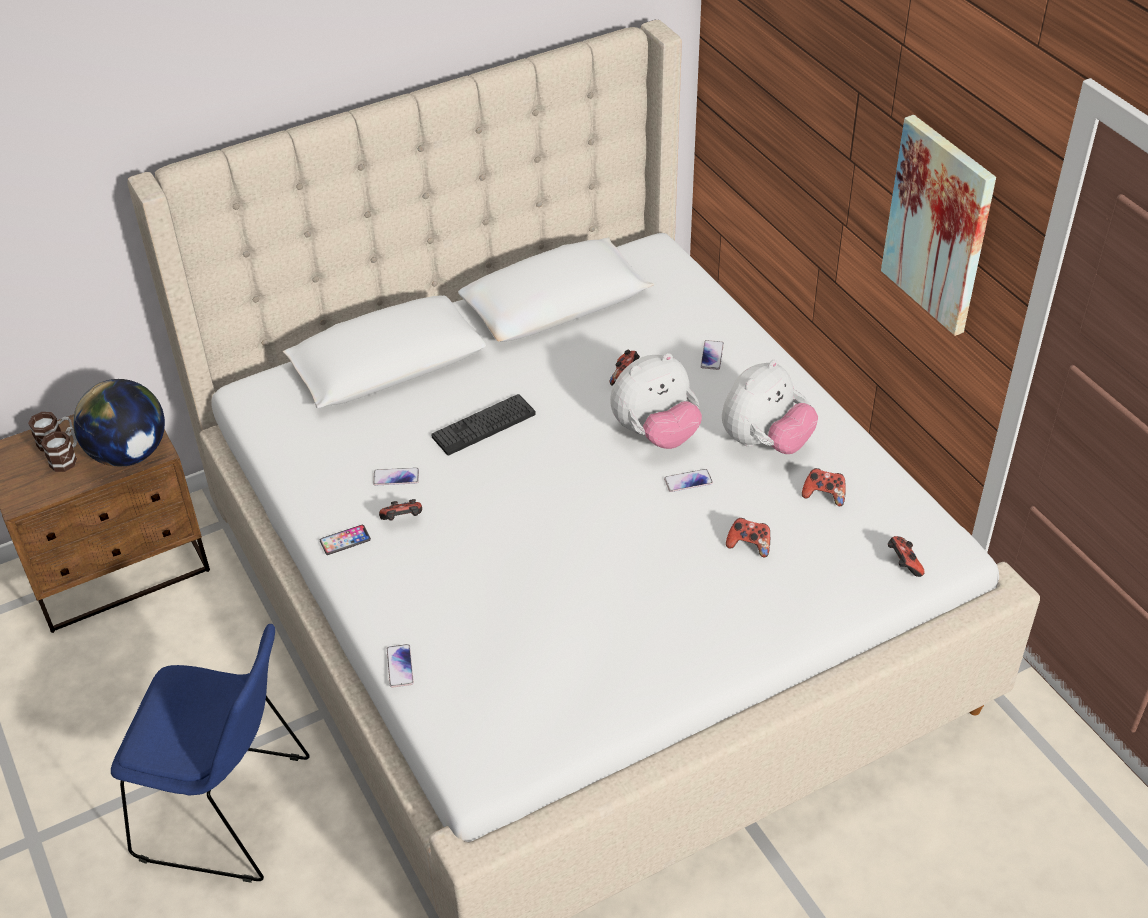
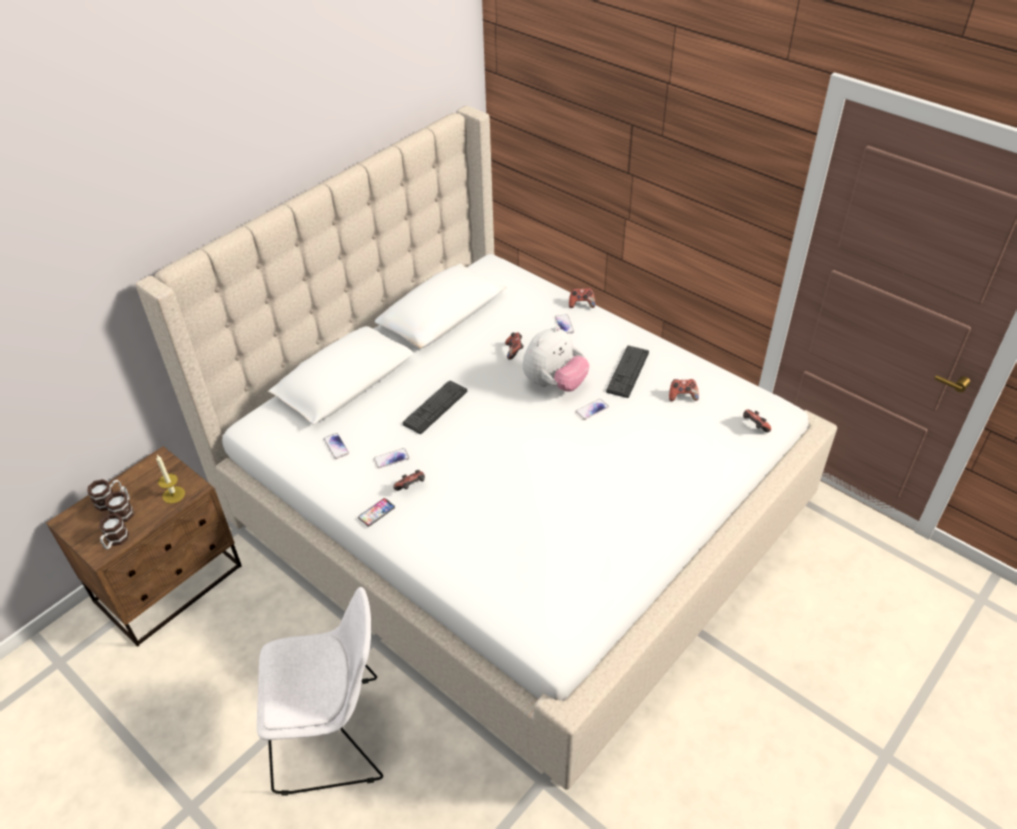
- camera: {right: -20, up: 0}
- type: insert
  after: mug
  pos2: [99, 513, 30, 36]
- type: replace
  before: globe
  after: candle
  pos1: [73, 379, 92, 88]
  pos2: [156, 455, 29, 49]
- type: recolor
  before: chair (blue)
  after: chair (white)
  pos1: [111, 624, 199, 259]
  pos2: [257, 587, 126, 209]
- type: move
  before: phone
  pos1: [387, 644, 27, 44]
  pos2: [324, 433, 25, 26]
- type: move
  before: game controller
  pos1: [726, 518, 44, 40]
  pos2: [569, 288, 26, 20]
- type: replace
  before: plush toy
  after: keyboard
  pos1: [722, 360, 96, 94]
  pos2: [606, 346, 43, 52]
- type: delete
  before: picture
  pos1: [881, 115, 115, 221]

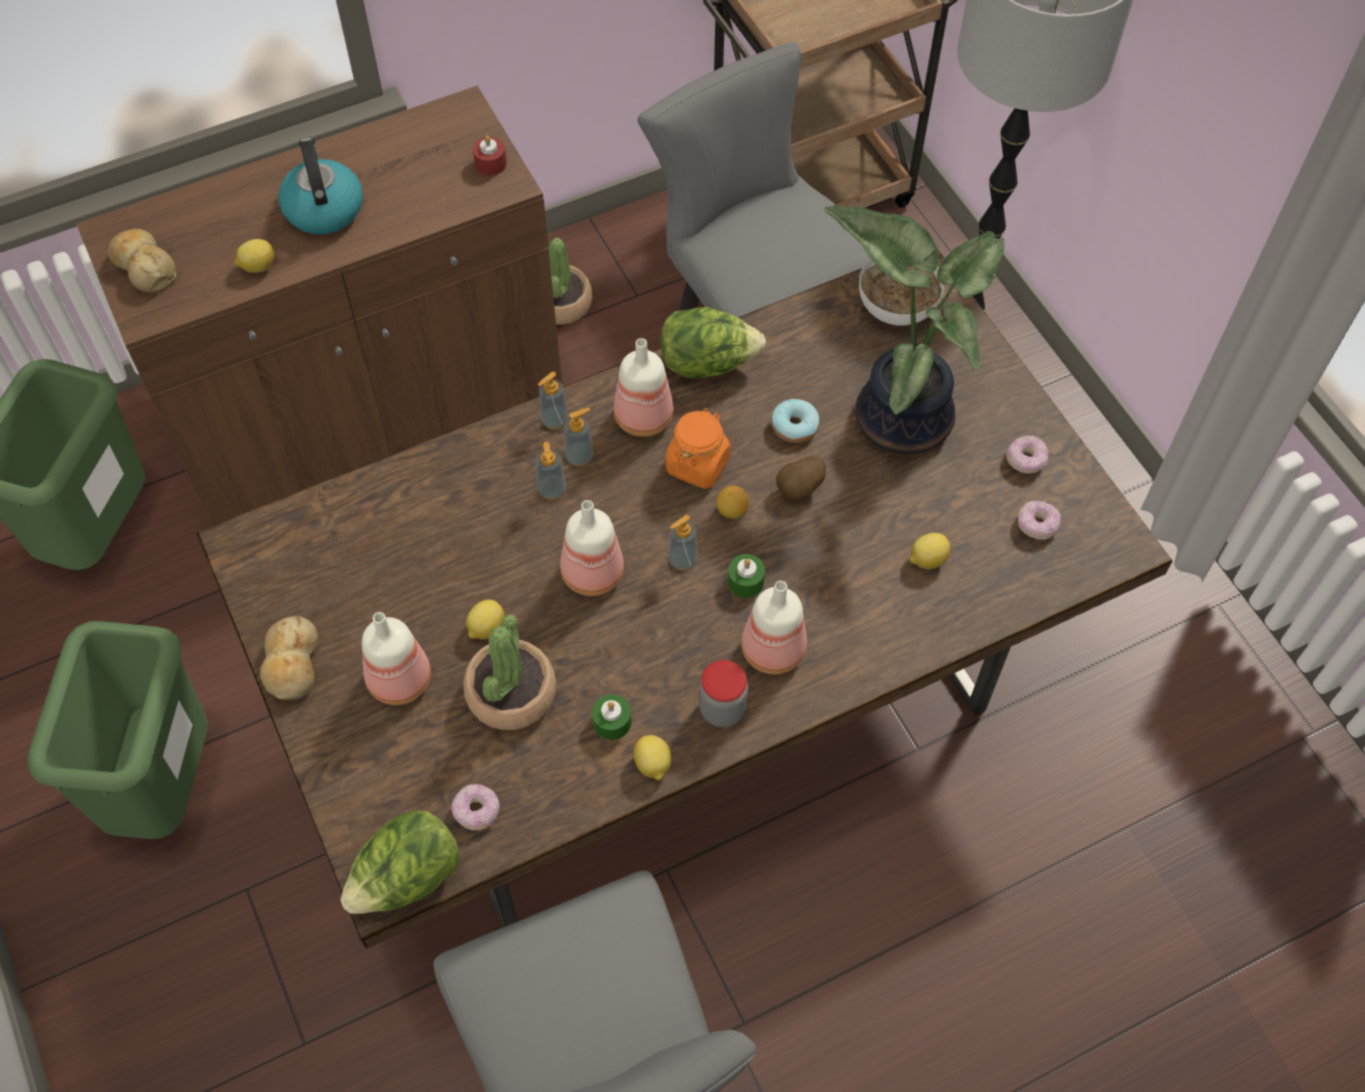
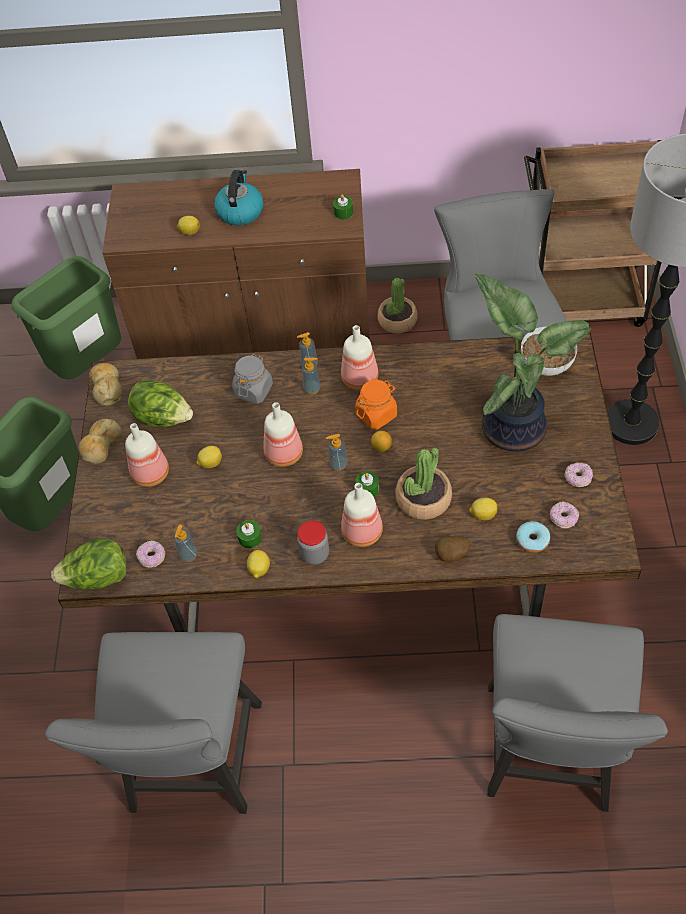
- camera: {right: 30, up: -5}
- type: move
  before: bread
  pos1: [108, 229, 68, 64]
  pos2: [89, 363, 34, 43]
- type: move
  before: lettuce
  pos1: [660, 307, 106, 71]
  pos2: [128, 379, 65, 48]
- type: move
  before: soap dispenser
  pos1: [536, 442, 30, 58]
  pos2: [174, 525, 24, 37]
- type: insert
  after: jar (grey)
  pos2: [232, 354, 41, 50]
- type: recolor
  before: candle (red)
  after: candle (green)
  pos1: [473, 135, 34, 41]
  pos2: [333, 194, 20, 26]
- type: move
  before: potted plant
  pos1: [463, 614, 93, 116]
  pos2: [395, 447, 57, 73]
- type: move
  before: potato
  pos1: [776, 456, 50, 44]
  pos2: [435, 536, 35, 27]
- type: insert
  after: chair (grey)
  pos2: [487, 614, 181, 198]
- type: move
  before: donut
  pos1: [771, 399, 49, 44]
  pos2: [516, 521, 34, 32]

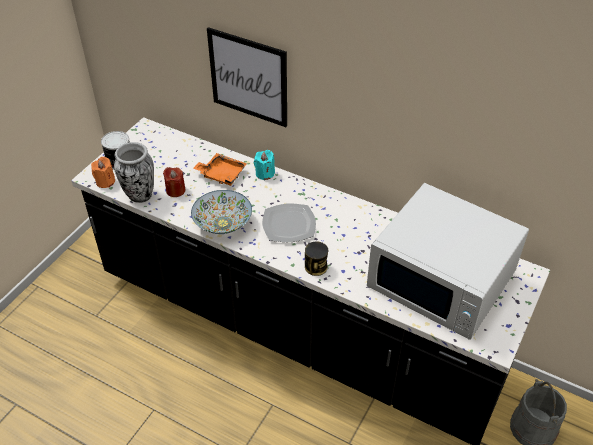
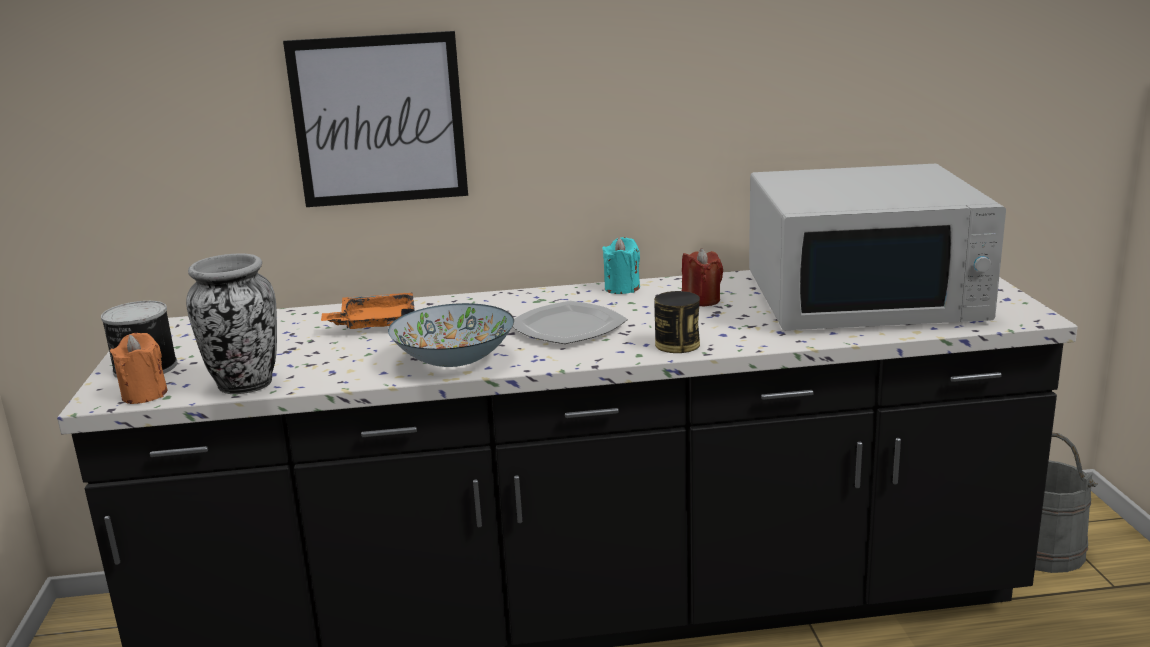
- camera: {right: -35, up: -25}
- type: move
  before: candle (turquoise)
  pos1: [254, 150, 21, 30]
  pos2: [602, 237, 38, 57]
- type: move
  before: candle (red)
  pos1: [163, 167, 22, 30]
  pos2: [682, 248, 41, 58]

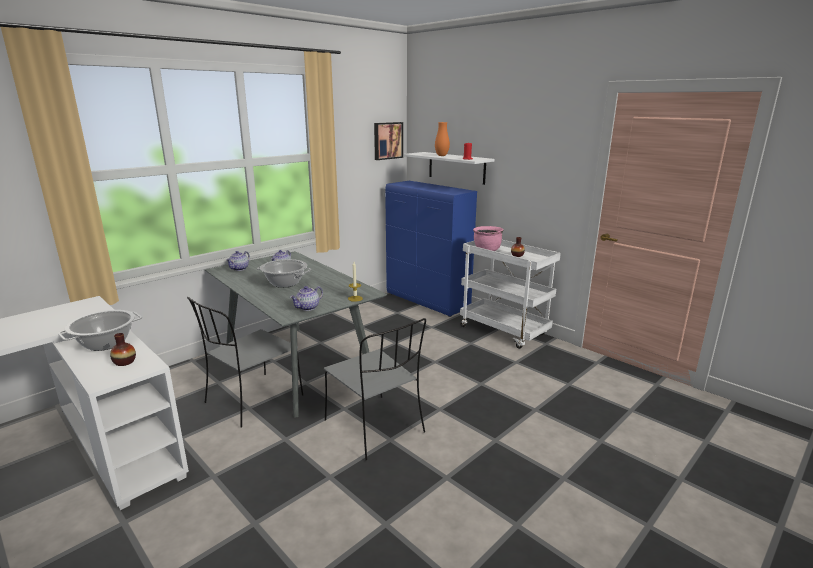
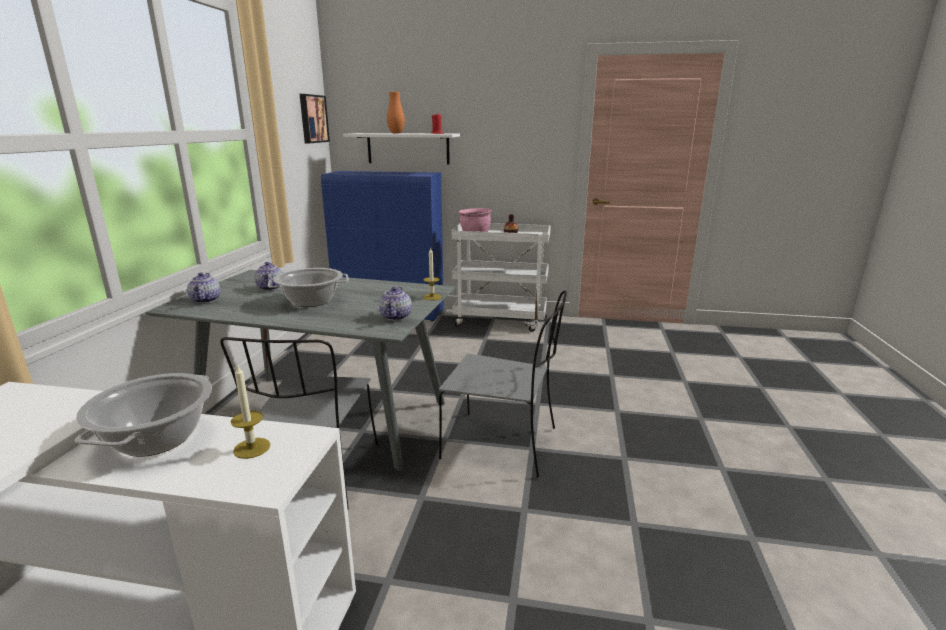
- camera: {right: -35, up: 0}
- type: replace
  before: vase
  after: candle
  pos1: [110, 333, 26, 33]
  pos2: [231, 364, 39, 95]

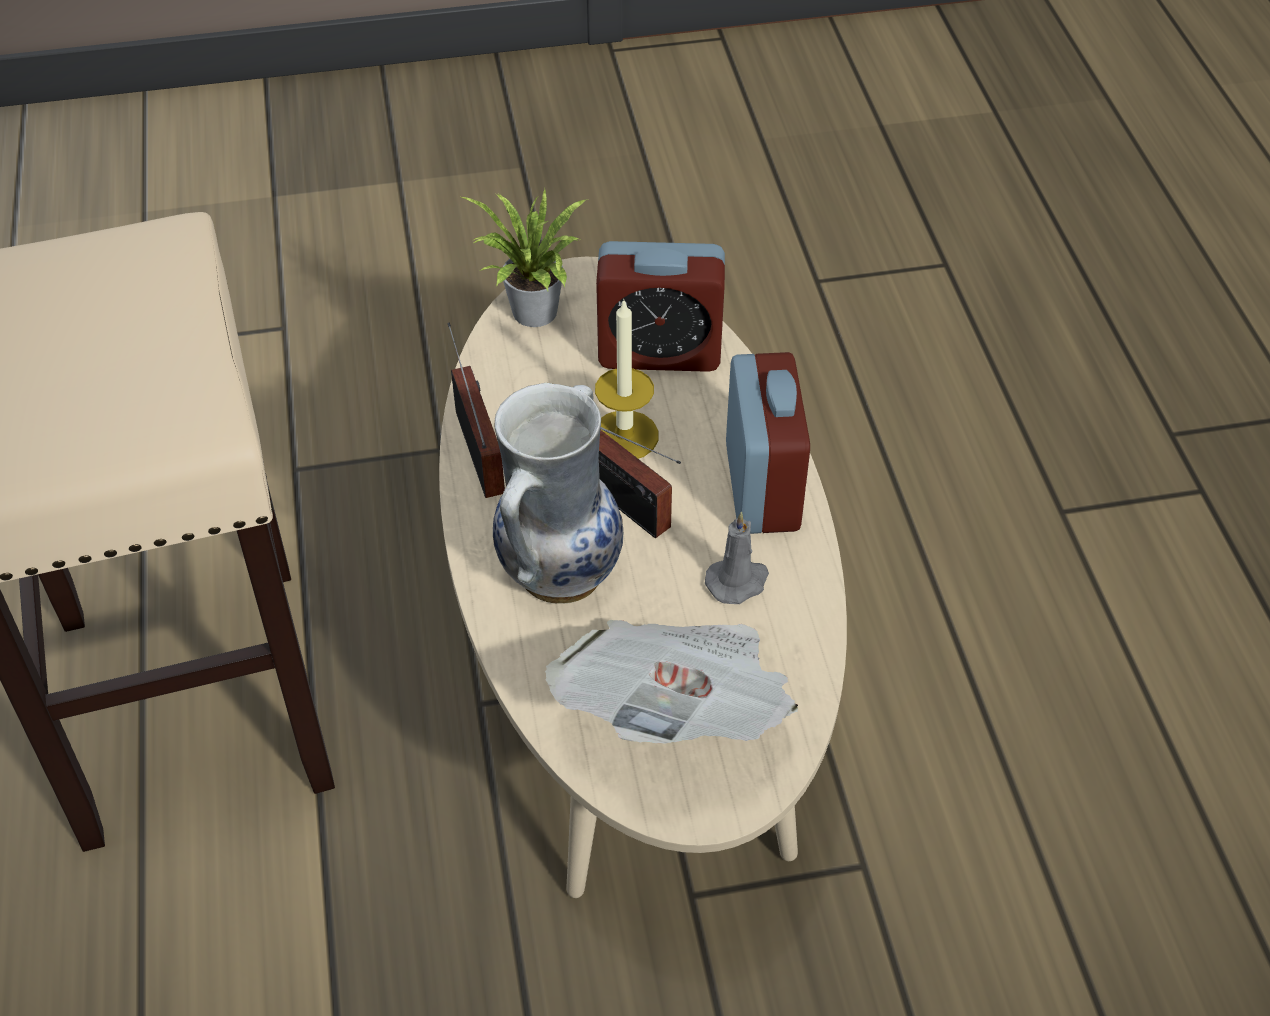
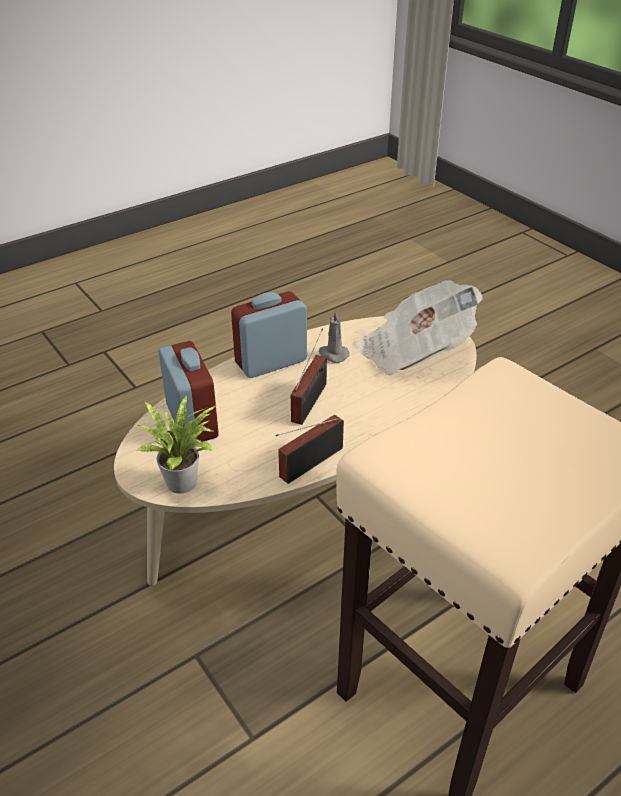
- camera: {right: -115, up: -10}
- type: delete
  before: vase
  pos1: [493, 383, 130, 221]
- type: delete
  before: candle
  pos1: [595, 299, 63, 160]

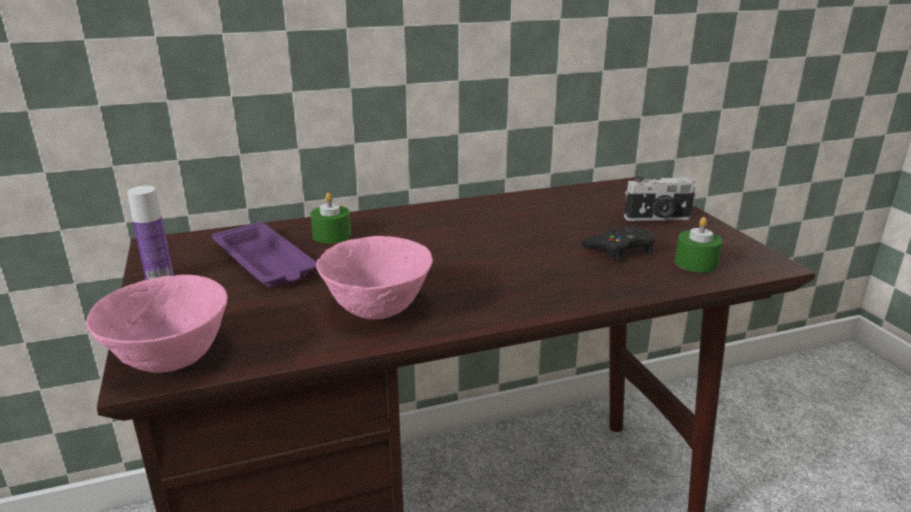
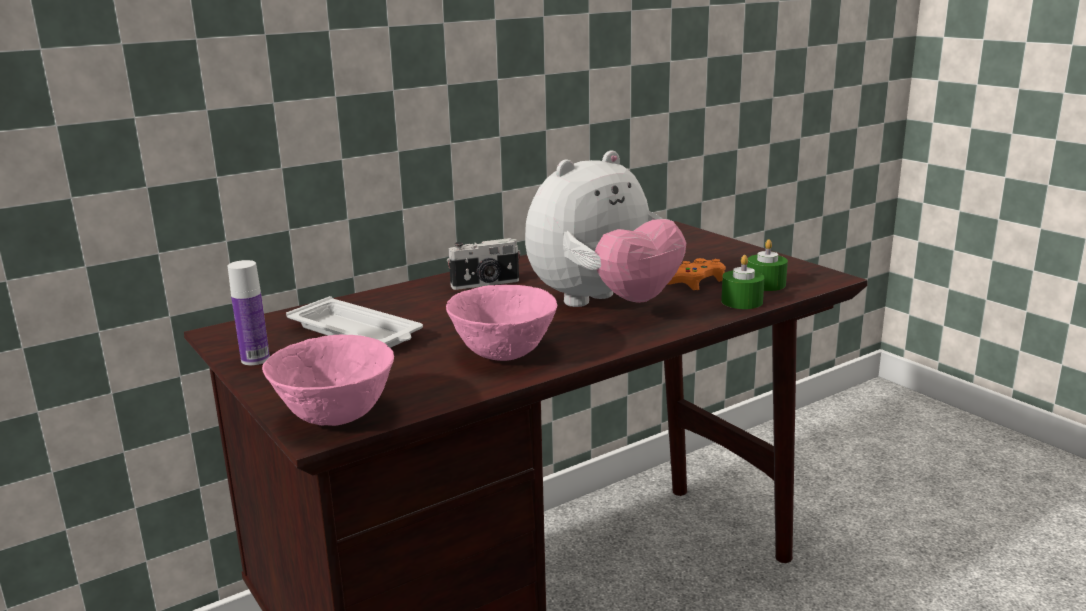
- camera: {right: -15, up: -5}
- type: recolor
  before: tray (purple)
  after: tray (white)
  pos1: [212, 221, 105, 66]
  pos2: [286, 296, 137, 52]
- type: move
  before: photo camera
  pos1: [624, 177, 72, 44]
  pos2: [447, 238, 74, 52]
- type: insert
  after: plush toy
  pos2: [525, 150, 161, 157]
- type: recolor
  before: game controller (black)
  after: game controller (orange)
  pos1: [581, 226, 74, 35]
  pos2: [668, 258, 58, 32]
- type: move
  before: candle (green)
  pos1: [311, 193, 40, 51]
  pos2: [721, 255, 44, 54]

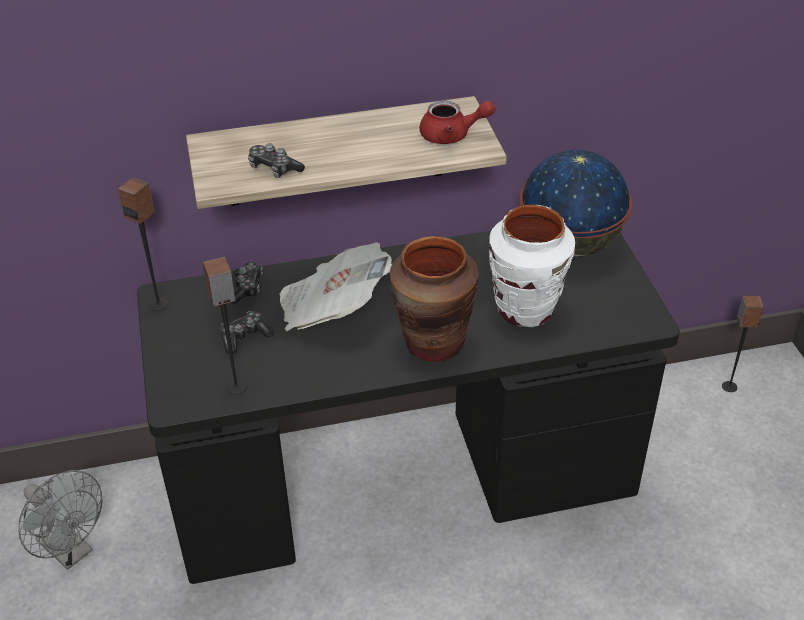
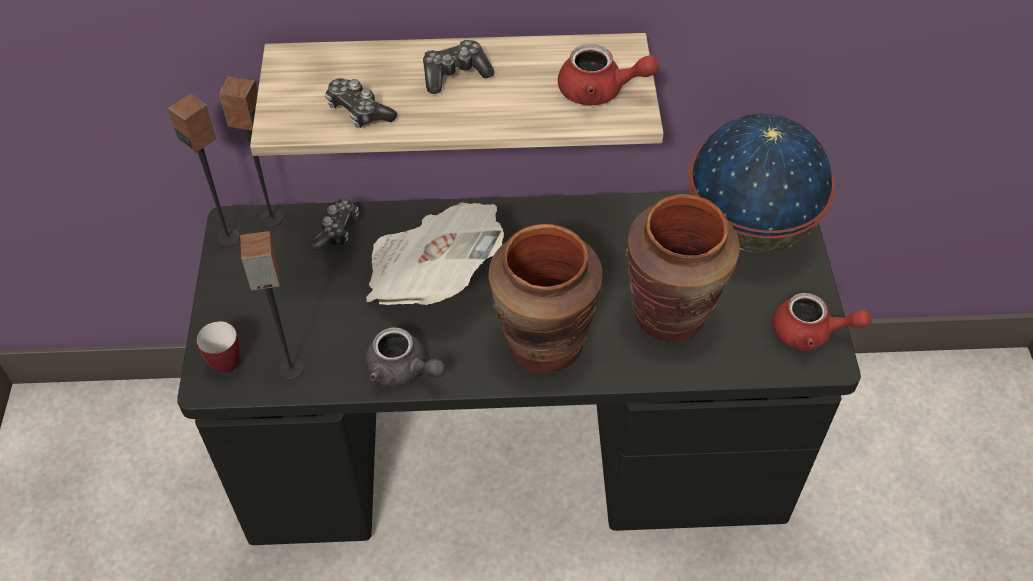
- camera: {right: 10, up: 10}
- type: insert
  after: mug
  pos2: [196, 321, 44, 52]
- type: move
  before: speaker
  pos1: [722, 296, 41, 96]
  pos2: [219, 76, 64, 151]
- type: insert
  after: teapot (grey)
  pos2: [365, 327, 80, 59]
- type: move
  before: game controller
  pos1: [220, 311, 54, 43]
  pos2: [423, 39, 71, 55]
- type: recolor
  before: vase (white)
  after: vase (brown)
  pos1: [489, 205, 86, 122]
  pos2: [625, 194, 115, 148]
- type: insert
  after: teapot (red)
  pos2: [773, 293, 99, 58]
- type: delete
  before: fan (grey)
  pos1: [18, 470, 85, 100]

